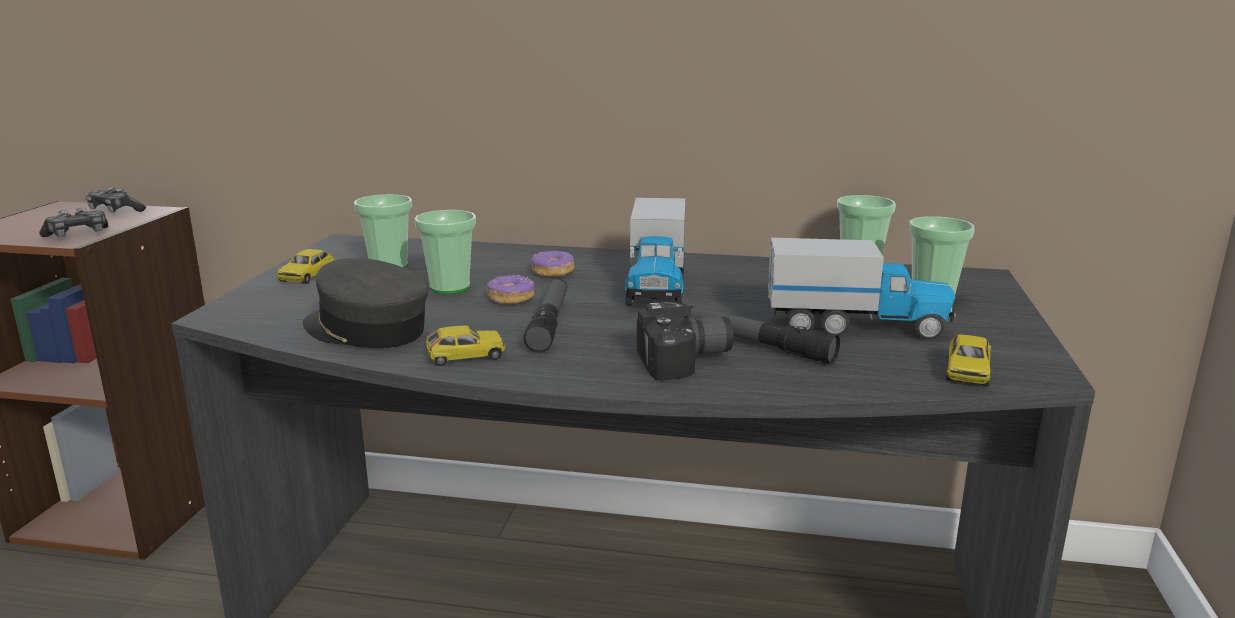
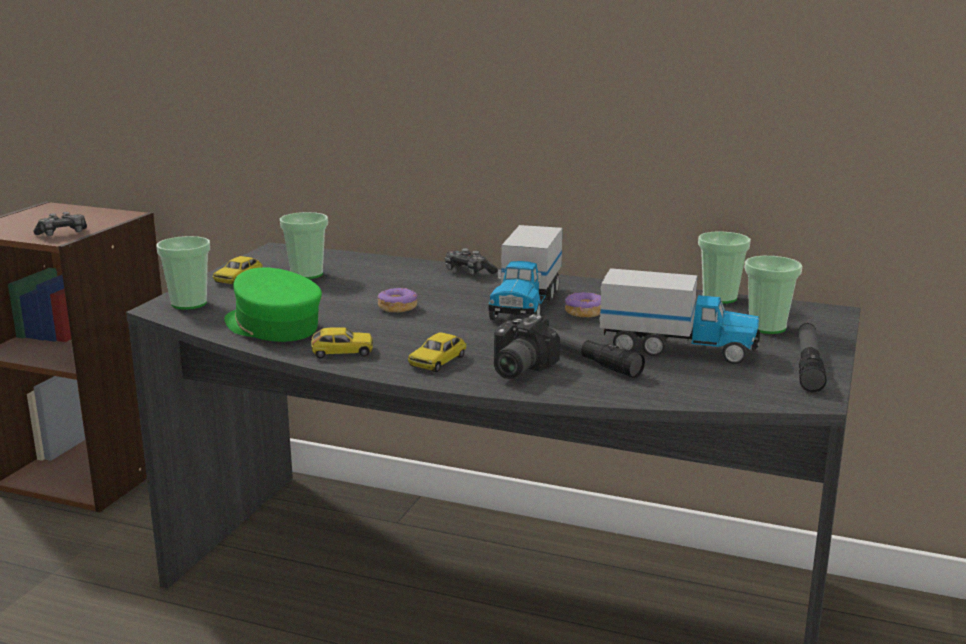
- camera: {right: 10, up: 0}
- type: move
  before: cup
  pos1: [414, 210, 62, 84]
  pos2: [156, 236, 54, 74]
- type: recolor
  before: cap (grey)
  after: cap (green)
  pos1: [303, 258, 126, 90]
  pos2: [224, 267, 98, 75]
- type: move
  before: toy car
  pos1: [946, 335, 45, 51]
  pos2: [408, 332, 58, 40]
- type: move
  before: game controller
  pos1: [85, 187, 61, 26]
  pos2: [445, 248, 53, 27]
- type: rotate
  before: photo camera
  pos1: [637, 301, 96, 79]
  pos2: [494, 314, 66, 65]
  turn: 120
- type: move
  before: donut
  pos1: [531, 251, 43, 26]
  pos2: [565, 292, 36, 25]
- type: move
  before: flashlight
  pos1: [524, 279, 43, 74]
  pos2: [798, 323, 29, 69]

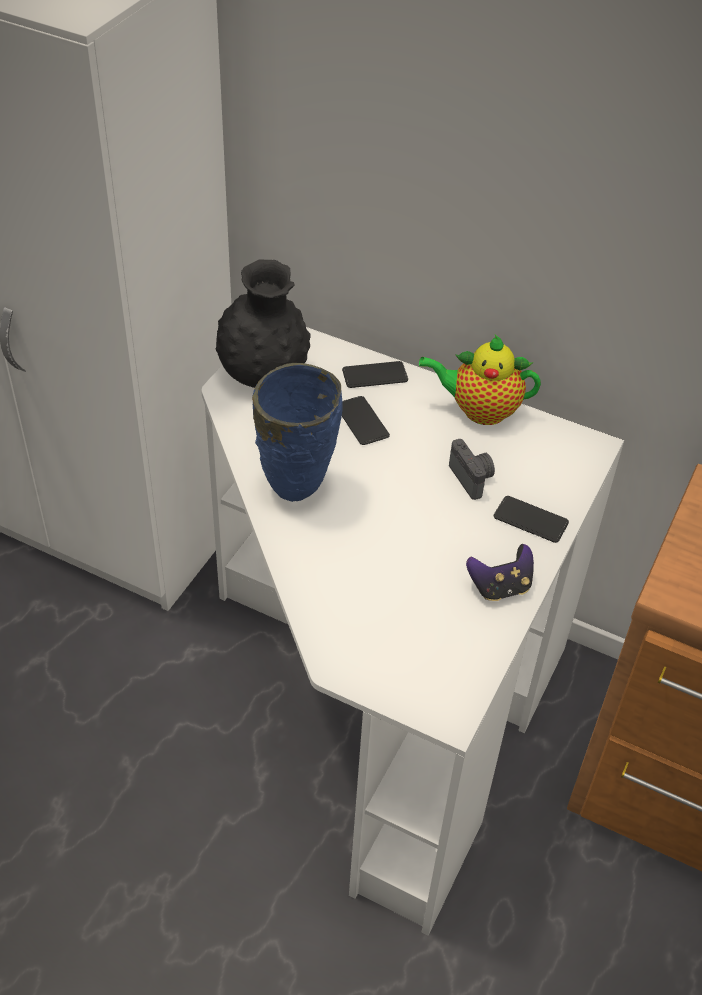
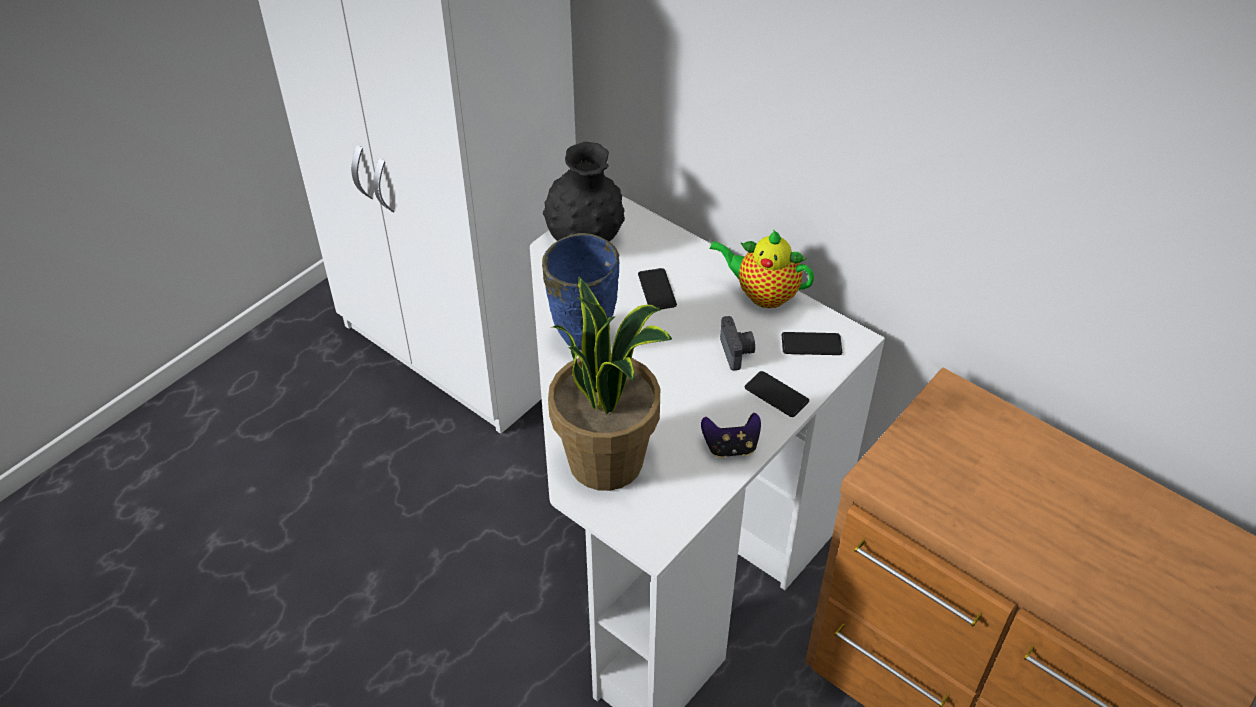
- camera: {right: 15, up: 0}
- type: insert
  after: potted plant
  pos2: [548, 276, 124, 215]
- type: move
  before: phone
  pos1: [342, 361, 66, 27]
  pos2: [782, 332, 60, 23]

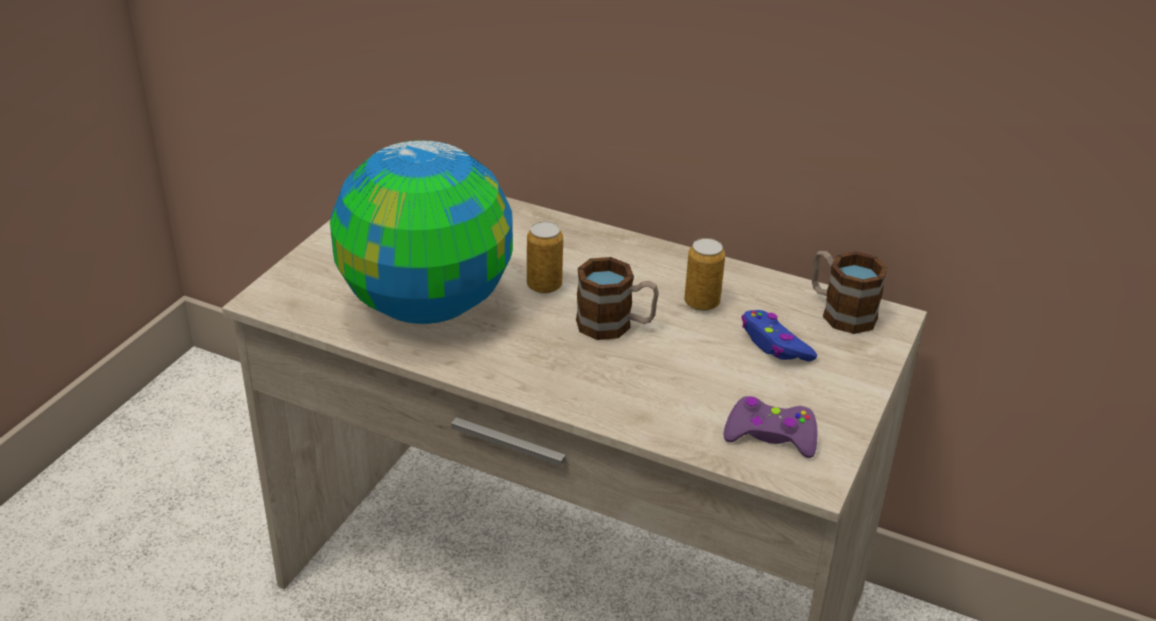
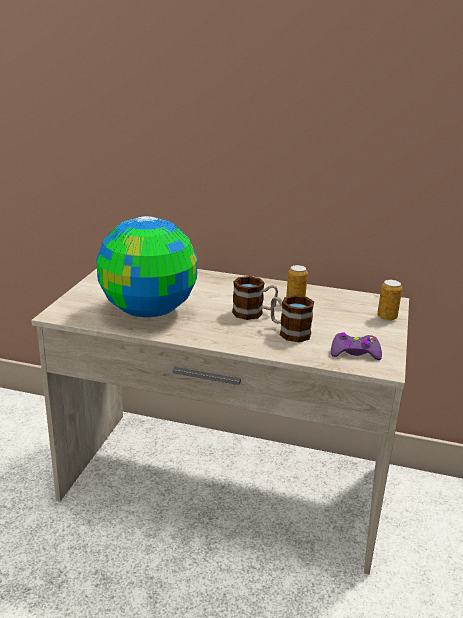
- camera: {right: -10, up: -10}
- type: move
  before: mug
  pos1: [812, 251, 76, 83]
  pos2: [271, 295, 43, 47]
- type: move
  before: can
  pos1: [527, 222, 36, 72]
  pos2: [377, 280, 25, 41]
- type: delete
  before: game controller (blue)
  pos1: [741, 310, 76, 52]

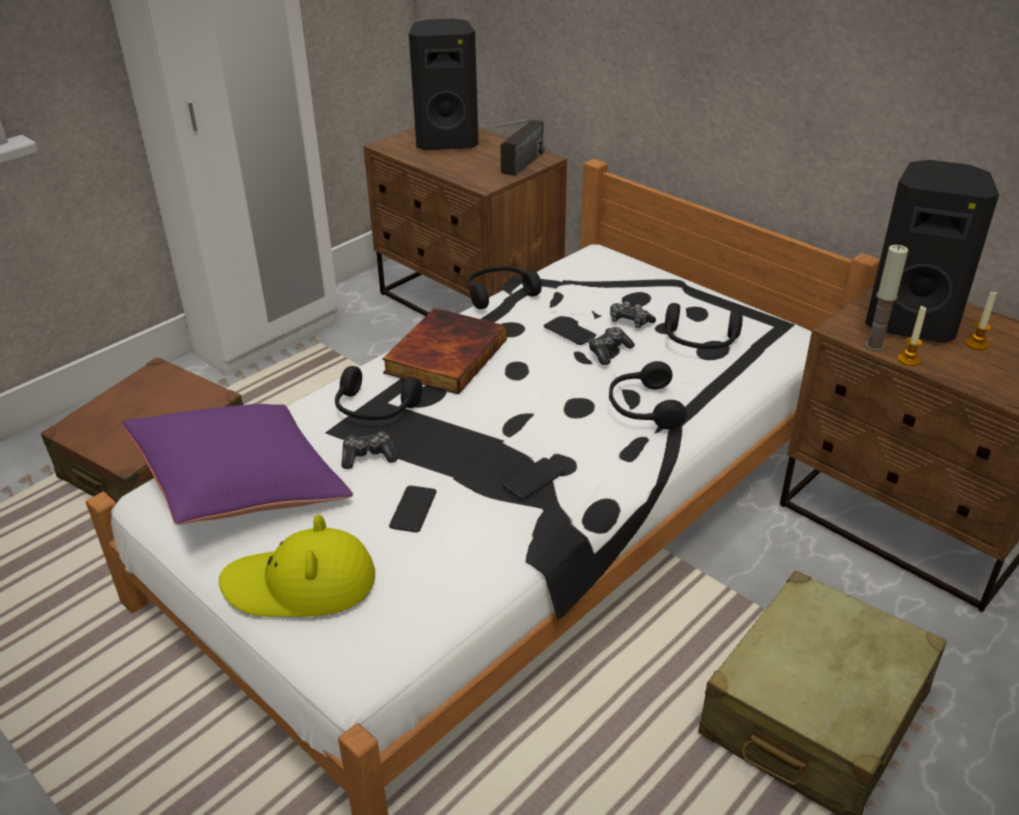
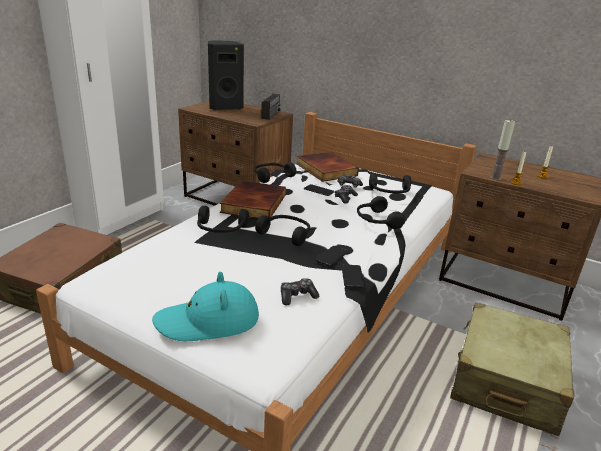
- camera: {right: -15, up: -10}
- type: recolor
  before: hat (yellow)
  after: hat (turquoise)
  pos1: [219, 515, 156, 102]
  pos2: [152, 271, 107, 70]
- type: insert
  after: headphones (black)
  pos2: [255, 215, 55, 31]
- type: move
  before: game controller
  pos1: [342, 432, 56, 37]
  pos2: [281, 278, 38, 27]
- type: insert
  after: book
  pos2: [296, 152, 63, 30]
- type: move
  before: phone
  pos1: [389, 486, 47, 46]
  pos2: [341, 265, 24, 23]
- type: delete
  before: pillow (purple)
  pos1: [122, 404, 231, 121]
- type: delete
  before: speaker (black)
  pos1: [865, 160, 134, 183]

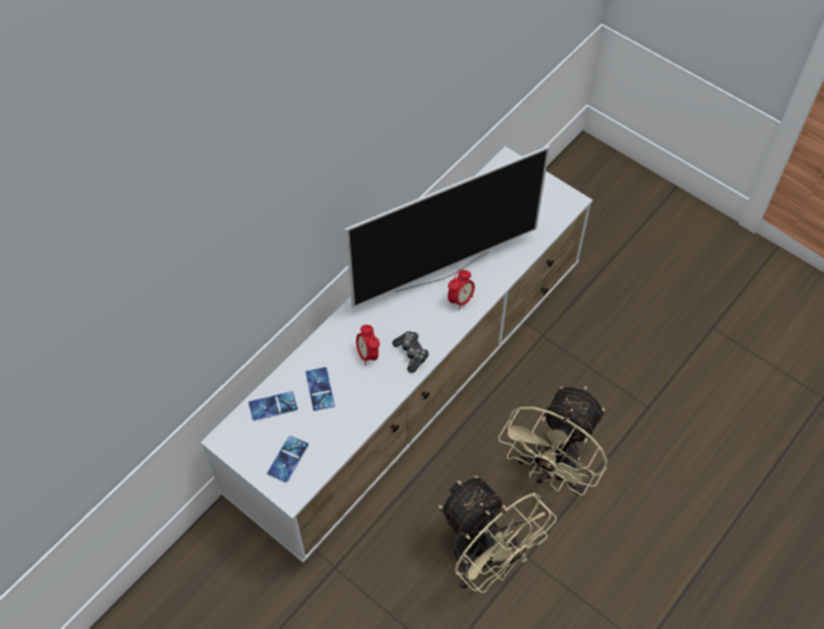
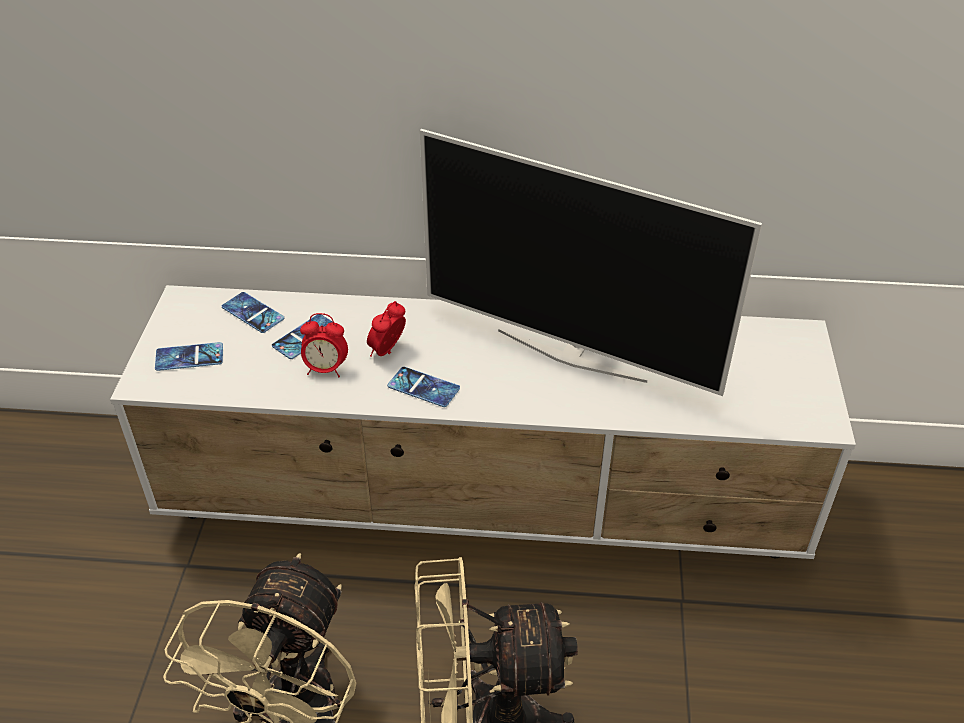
- camera: {right: 55, up: -15}
- type: move
  before: alarm clock
  pos1: [448, 270, 27, 40]
  pos2: [300, 313, 48, 64]
- type: replace
  before: game controller
  after: phone
  pos1: [392, 331, 37, 42]
  pos2: [387, 367, 73, 40]

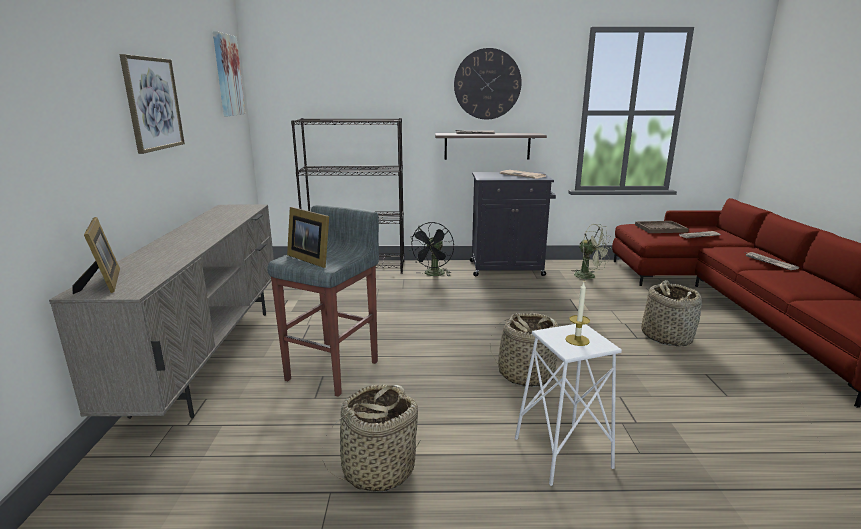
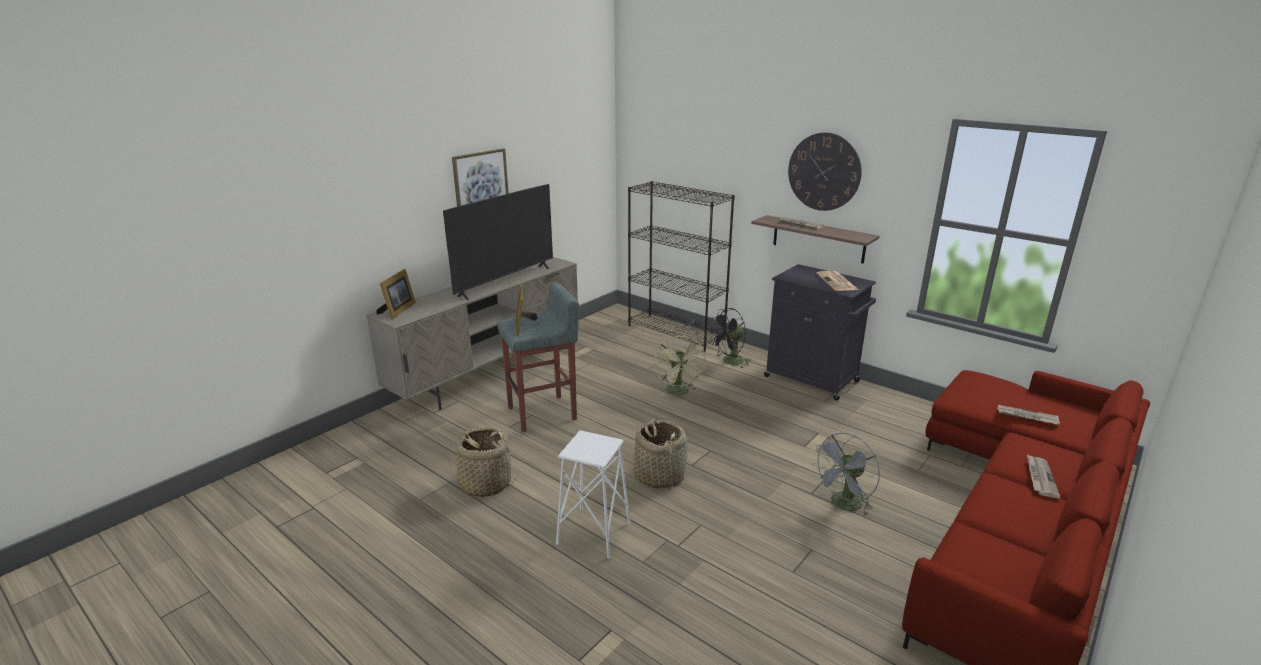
- camera: {right: 40, up: 5}
- type: insert
  after: television
  pos2: [443, 184, 110, 116]
- type: move
  before: fan (green)
  pos1: [572, 224, 39, 58]
  pos2: [654, 336, 52, 60]
- type: replace
  before: basket
  after: fan (grey)
  pos1: [641, 280, 61, 67]
  pos2: [811, 433, 69, 83]
- type: delete
  before: picture
  pos1: [213, 31, 33, 85]
- type: delete
  before: candle
  pos1: [565, 283, 25, 63]
- type: delete
  before: tray (brown)
  pos1: [635, 221, 54, 12]

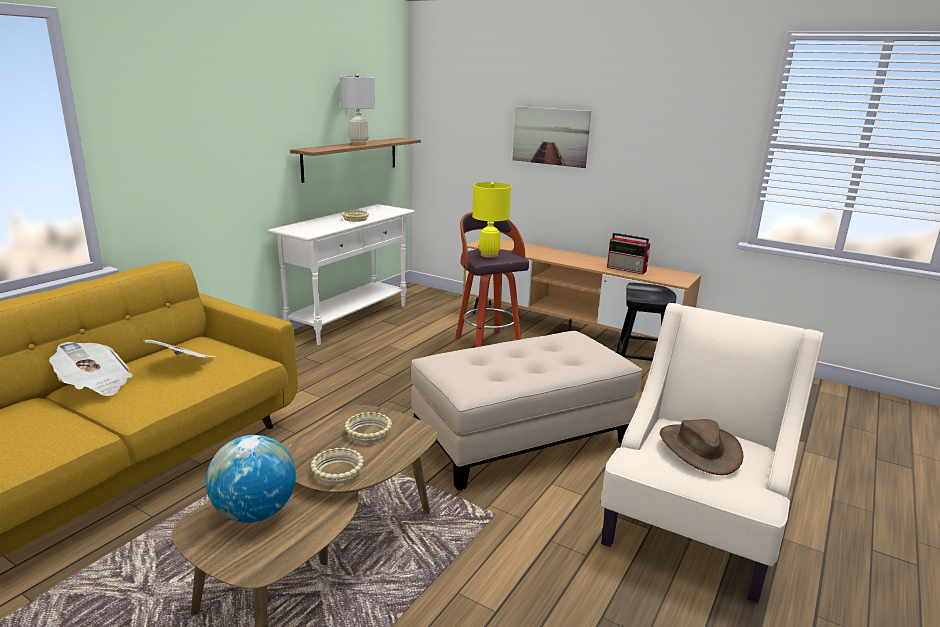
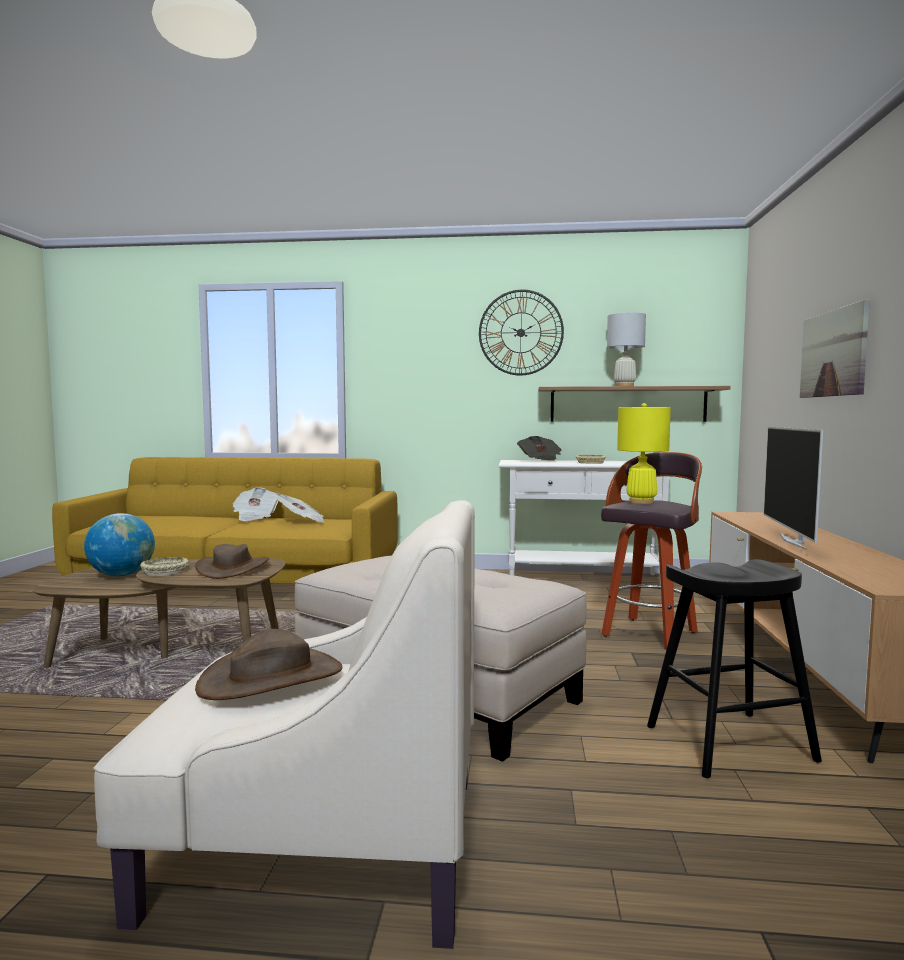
- camera: {right: 65, up: -15}
- type: replace
  before: bowl (beige)
  after: hat (brown)
  pos1: [344, 412, 48, 31]
  pos2: [195, 544, 74, 35]
- type: insert
  after: wall clock
  pos2: [479, 289, 85, 87]
- type: insert
  after: newspaper
  pos2: [517, 436, 45, 24]
- type: insert
  after: television
  pos2: [764, 427, 59, 123]
- type: delete
  before: radio
  pos1: [607, 233, 44, 41]

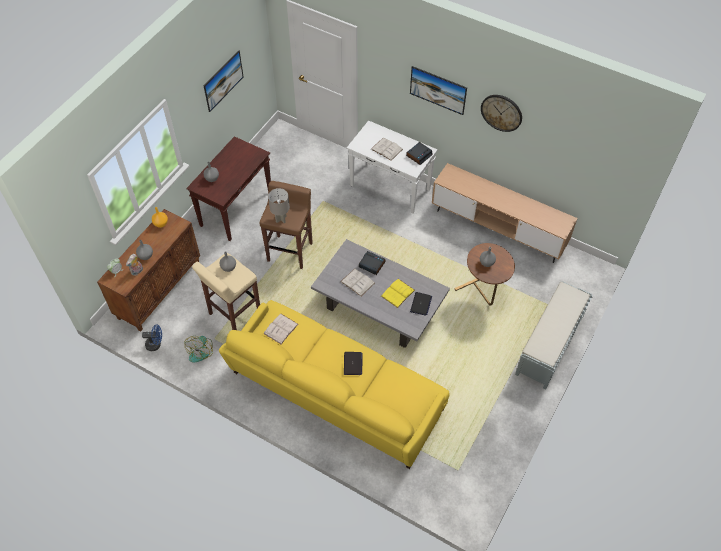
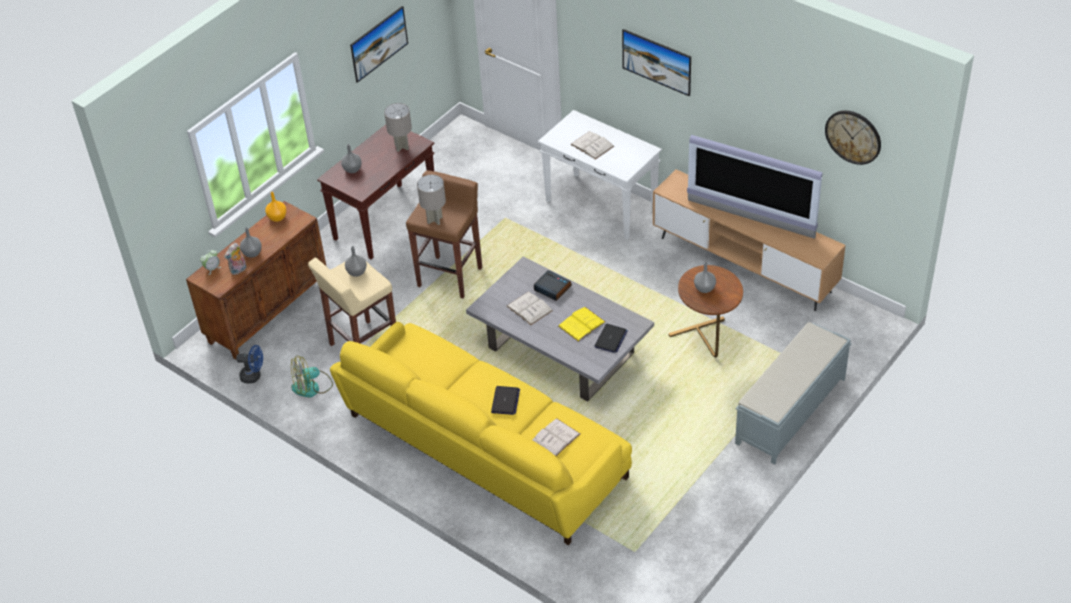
- camera: {right: 10, up: -10}
- type: rotate
  before: fan
  pos1: [184, 336, 29, 26]
  pos2: [291, 355, 42, 42]
  turn: 45
- type: insert
  after: table lamp (grey)
  pos2: [384, 103, 28, 49]
- type: move
  before: book (white)
  pos1: [263, 314, 35, 30]
  pos2: [532, 418, 48, 38]
- type: insert
  after: television
  pos2: [687, 135, 136, 104]
- type: move
  before: wall clock
  pos1: [481, 95, 41, 37]
  pos2: [825, 110, 56, 55]
- type: delete
  before: alarm clock
  pos1: [406, 142, 27, 23]

